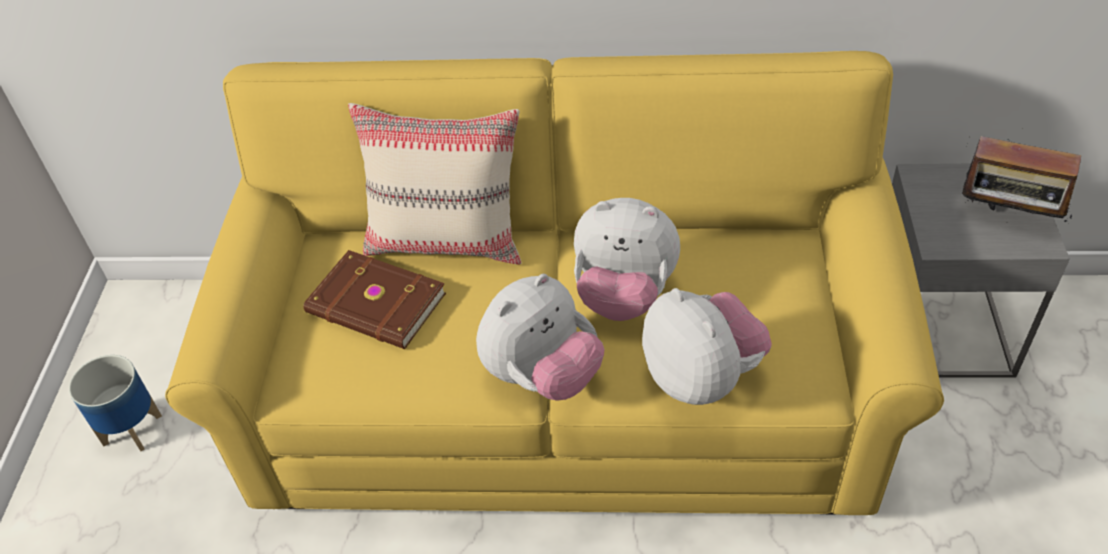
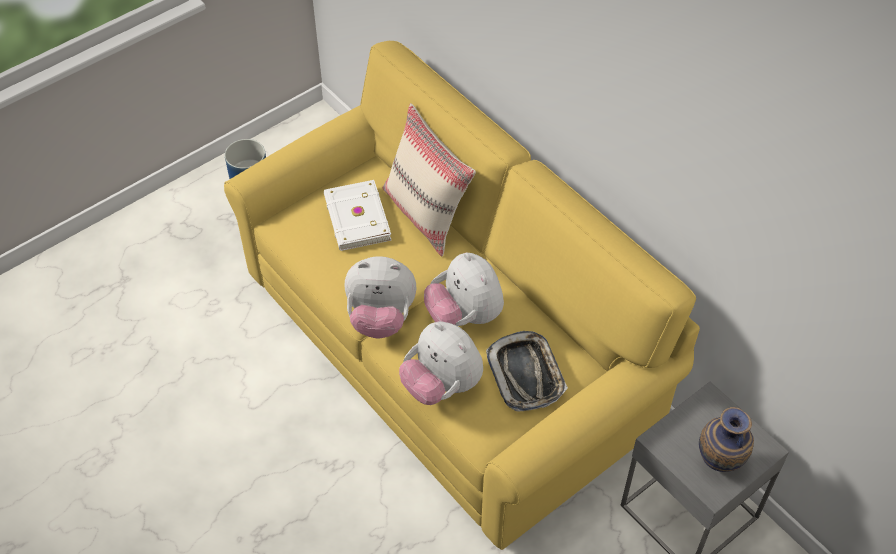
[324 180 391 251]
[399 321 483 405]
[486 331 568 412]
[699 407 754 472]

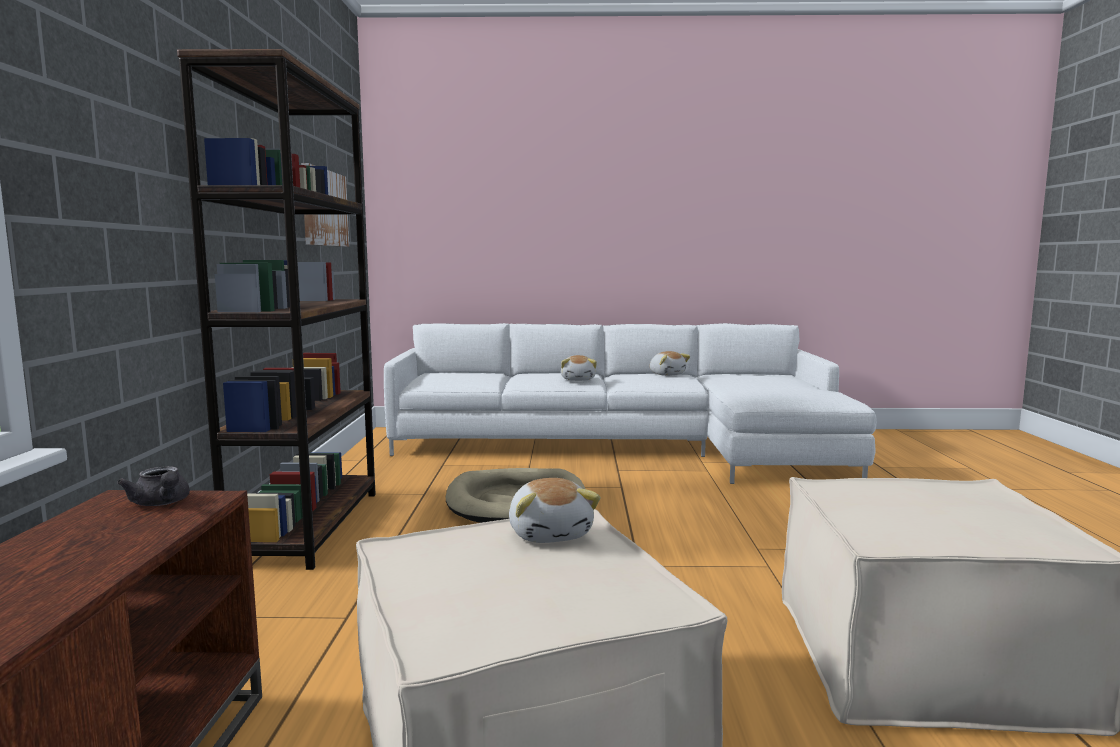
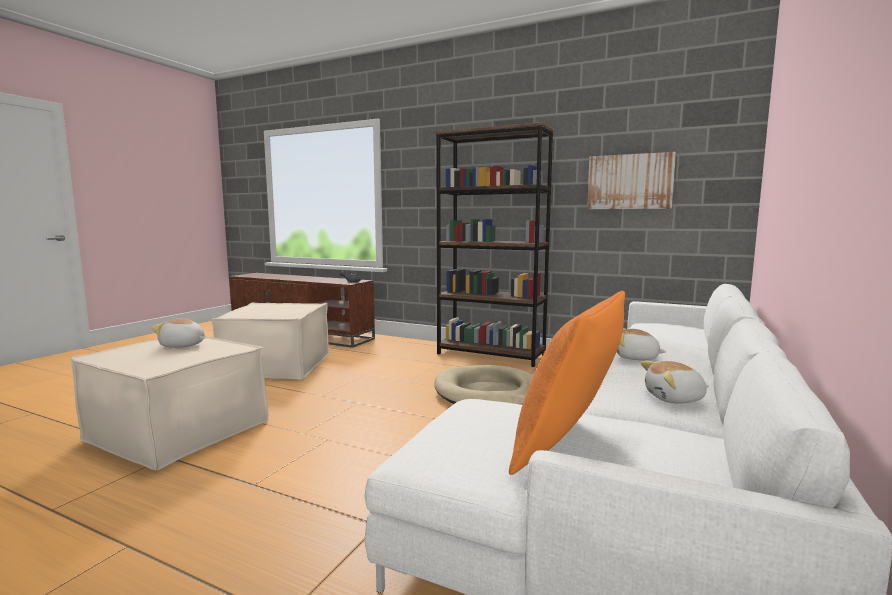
[151 319 205 348]
[509 291 625 475]

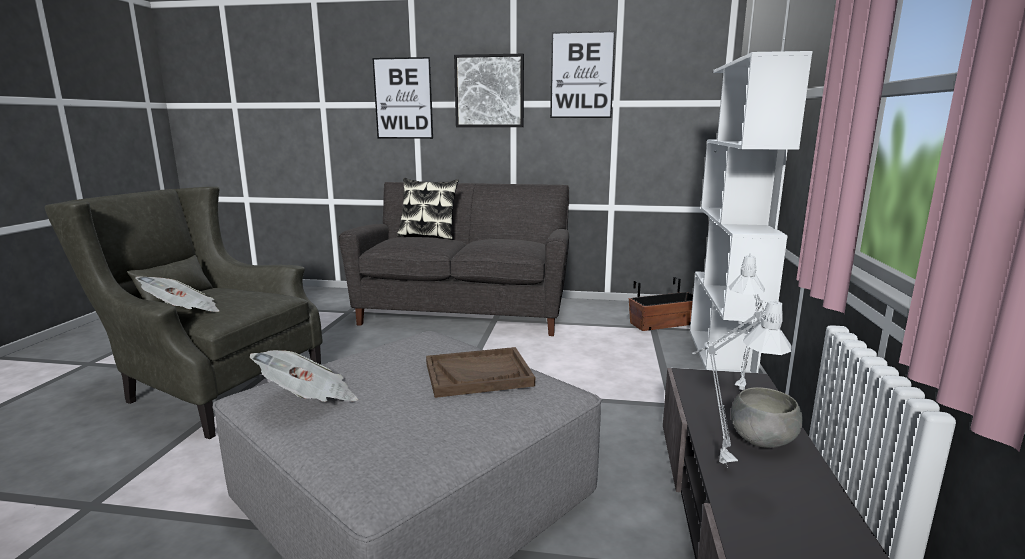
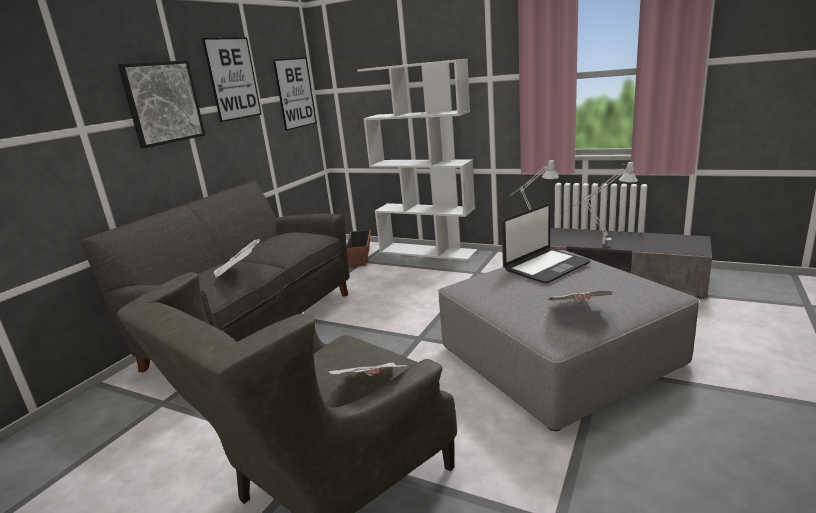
[214 239 260 278]
[273 58 316 131]
[502 203 591 284]
[397 178 459 240] (first image)
[731 387 803 448] (first image)

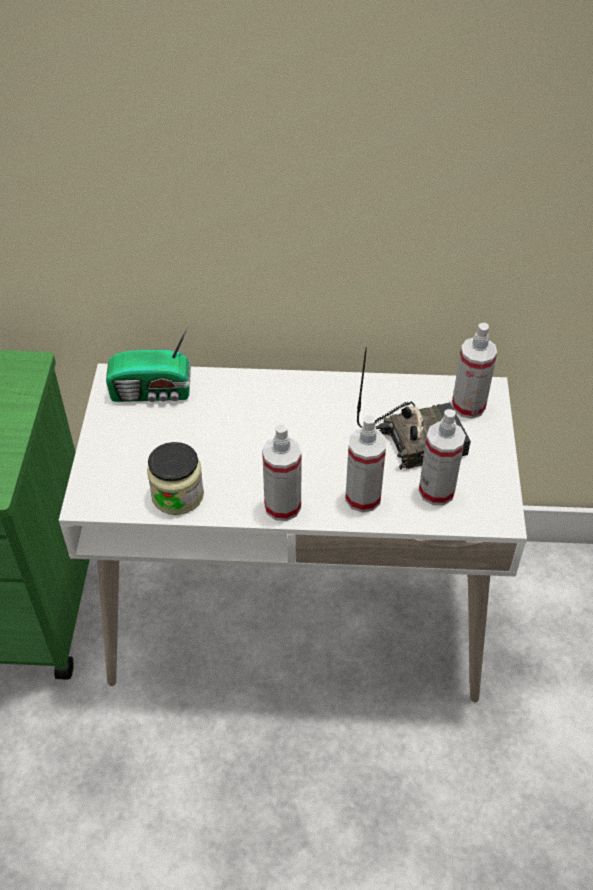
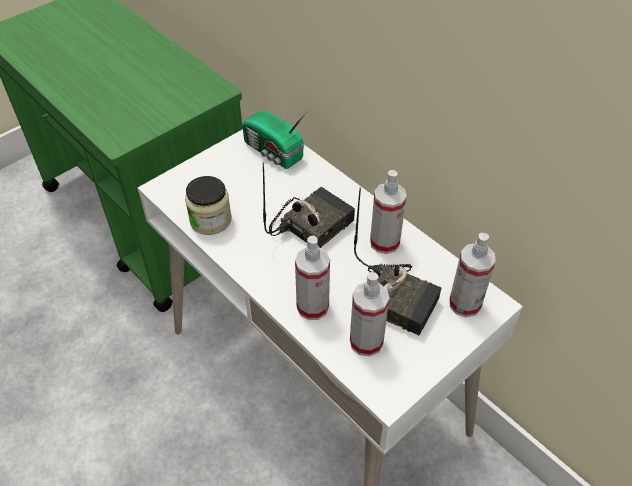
[263 163 355 248]
[370 170 407 254]

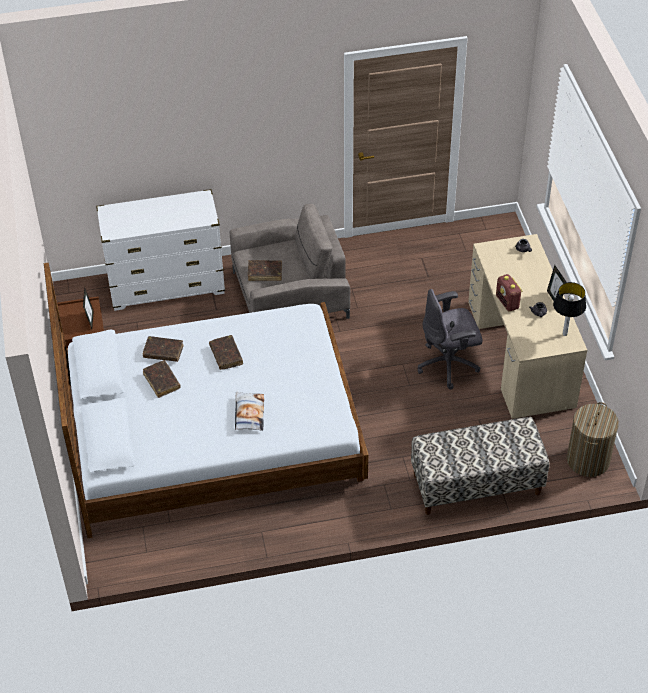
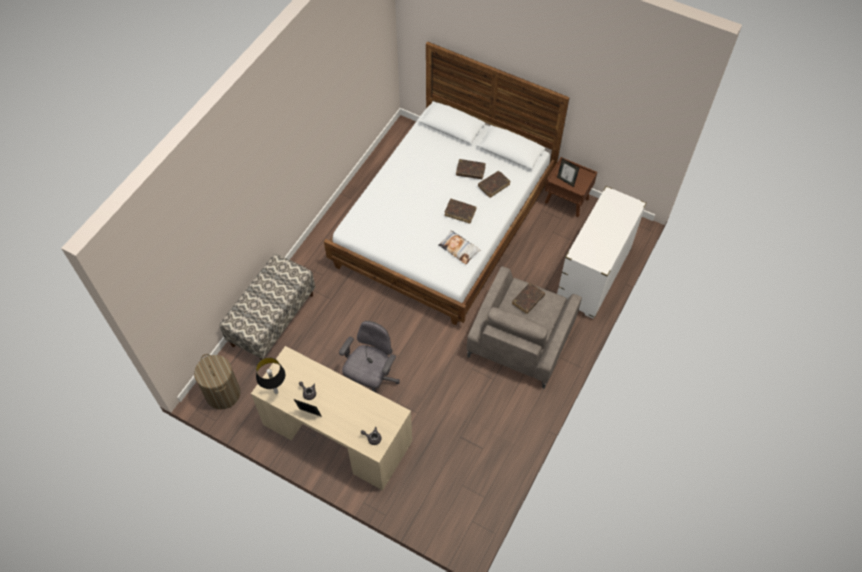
[438 230 480 264]
[496 274 523 311] (first image)

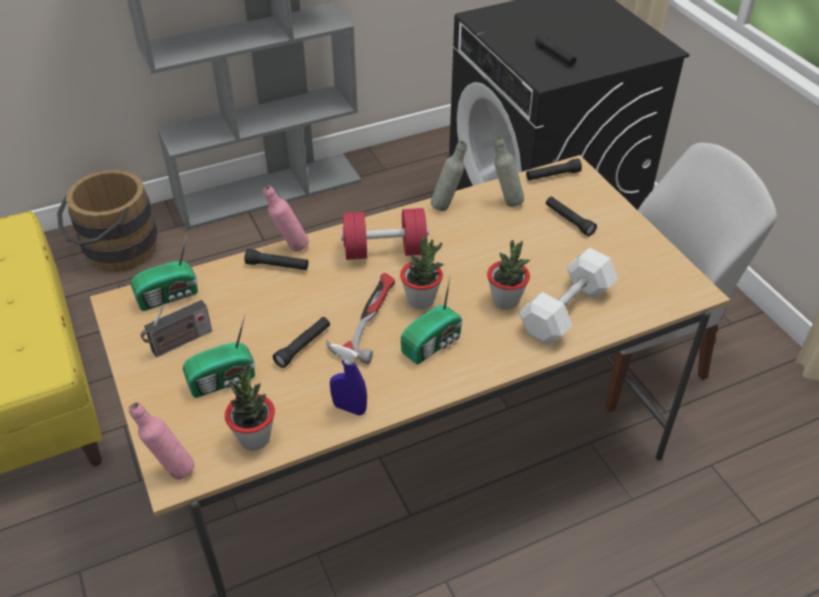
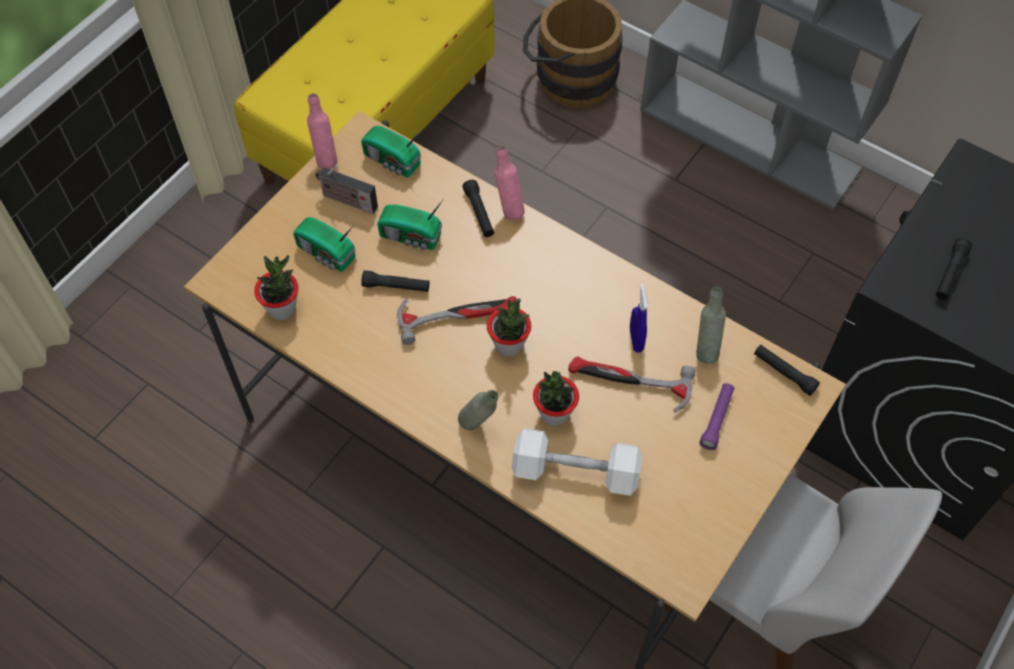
[307 93 337 169]
[377 199 444 250]
[458 390 498 430]
[568 356 696 413]
[630 284 648 353]
[699 383 734 450]
[341 208 429 260] (first image)

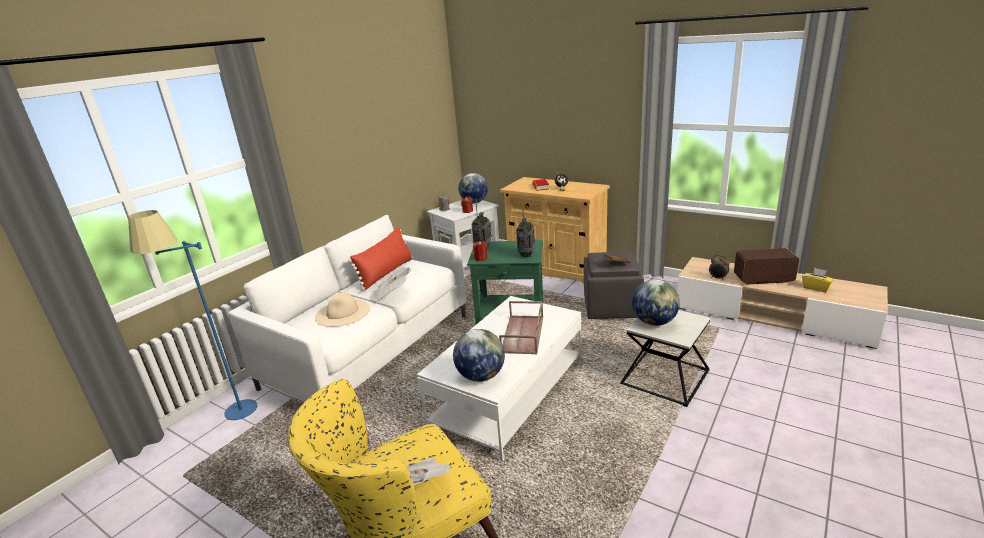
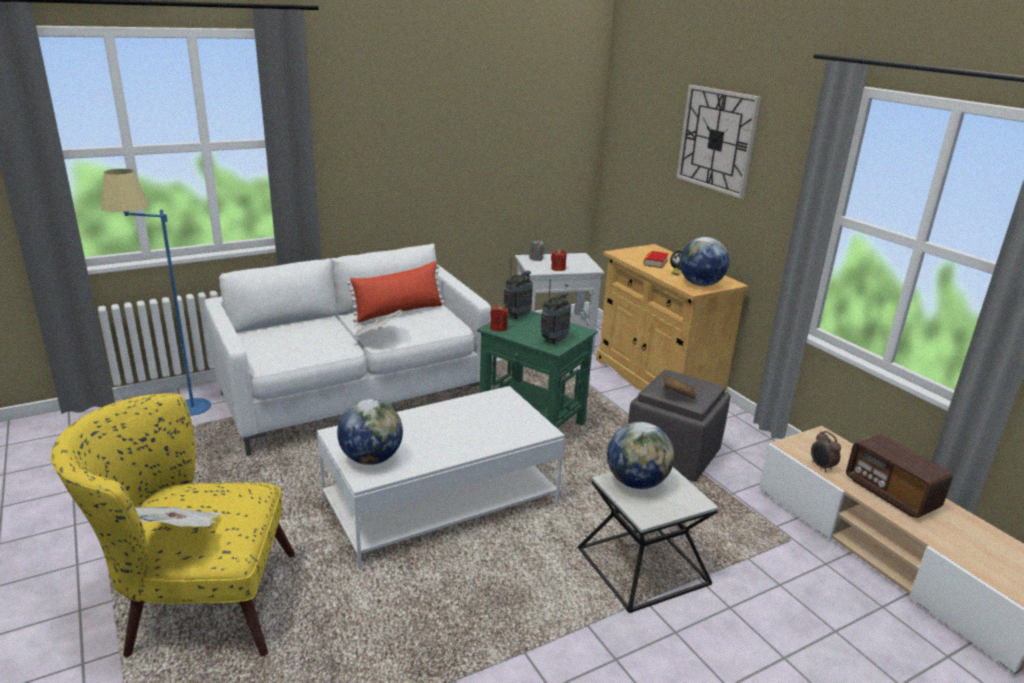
[676 85 761 199]
[679 237 729 286]
[846 434 953 518]
[315 292 370 327] (first image)
[499 301 543 355] (first image)
[802 268 834 292] (first image)

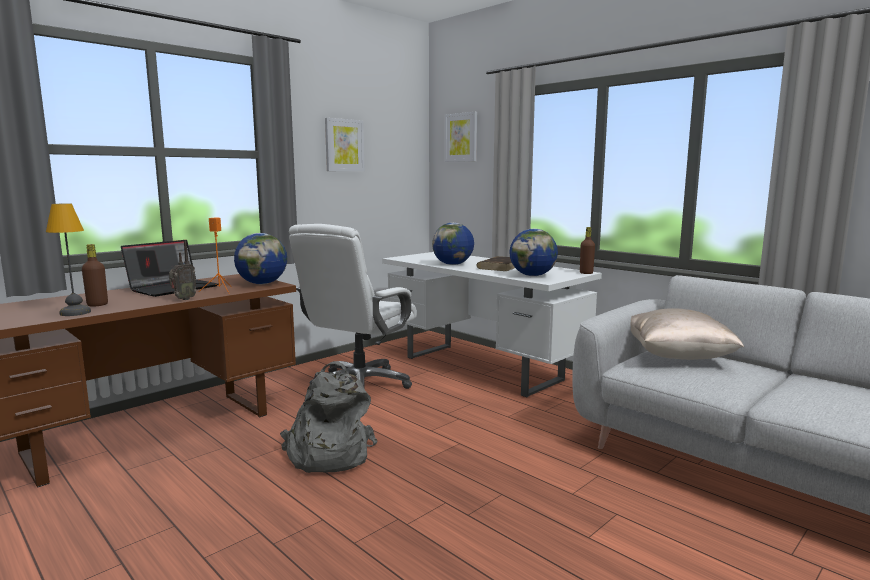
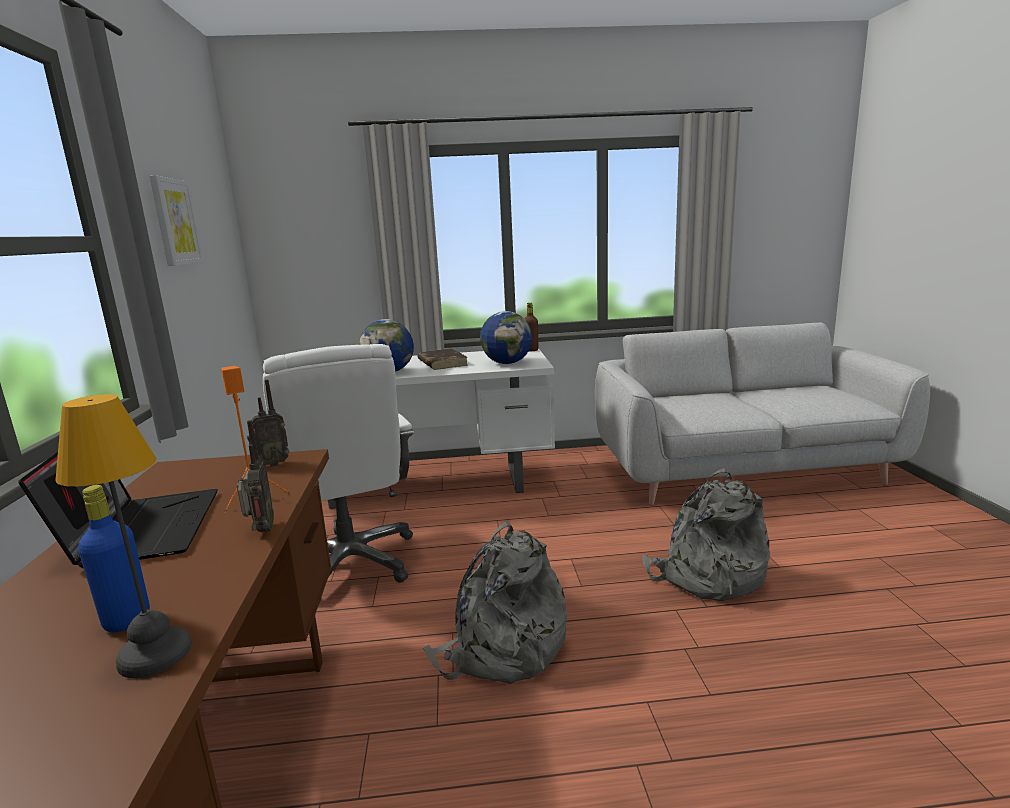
[78 485 150 632]
[247 379 289 467]
[642 468 770 601]
[445 112 477 162] (first image)
[631 309 744 360] (first image)

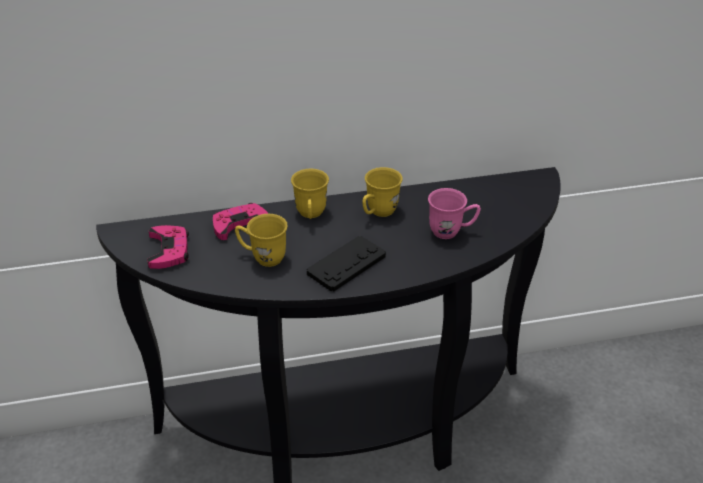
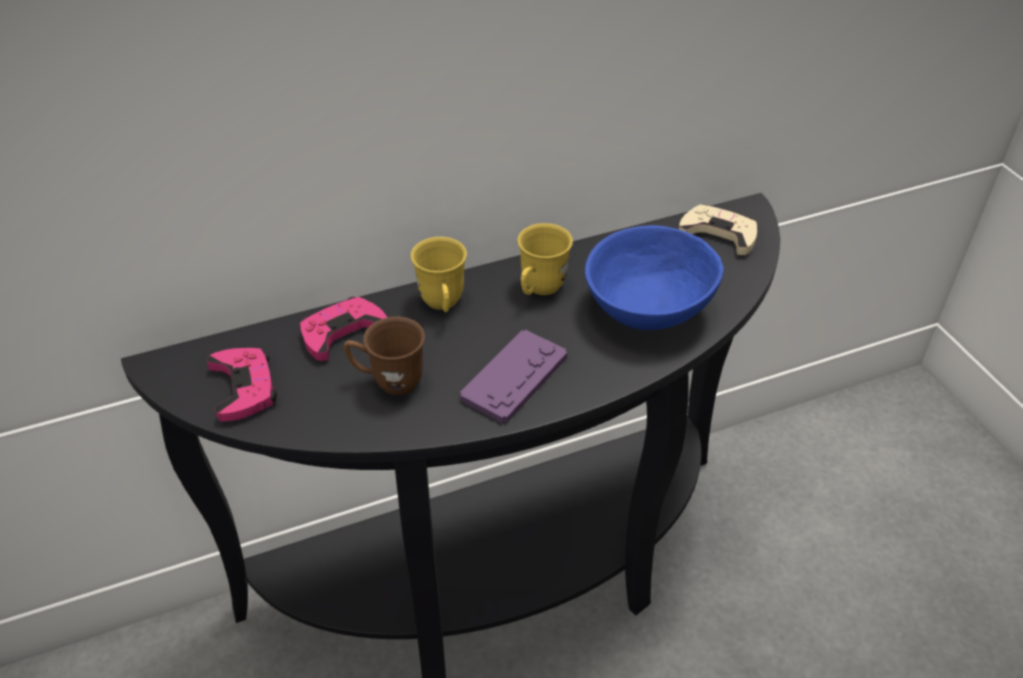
[344 317 425 395]
[460 330 567 423]
[585 225 724 330]
[679 204 757 255]

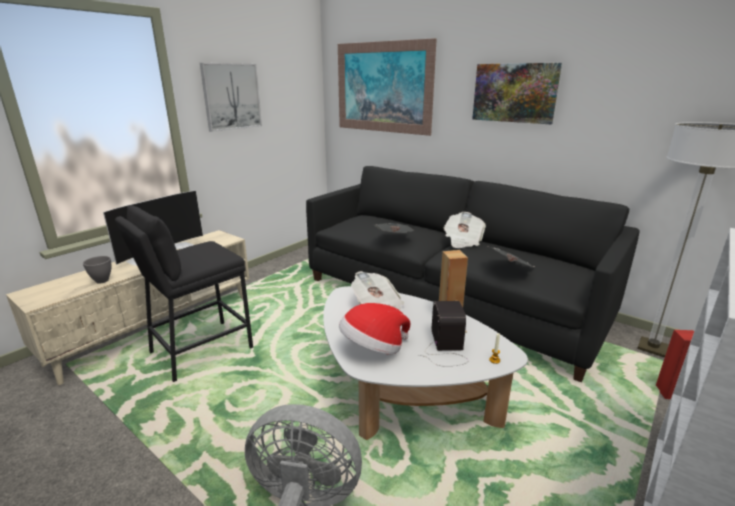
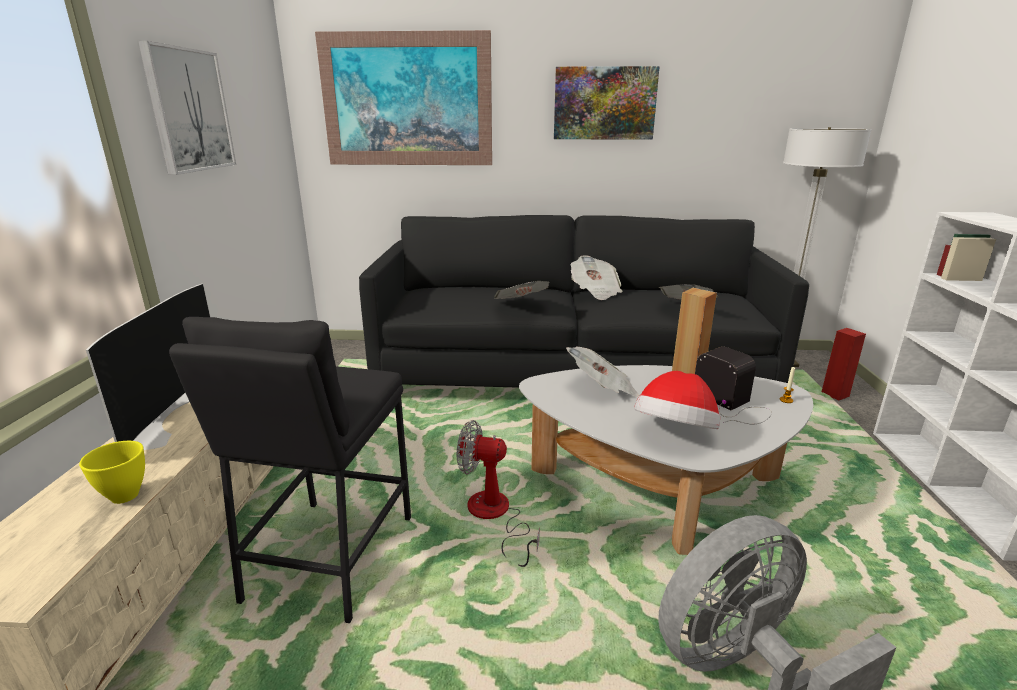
[79 441 145 504]
[457 420 540 567]

